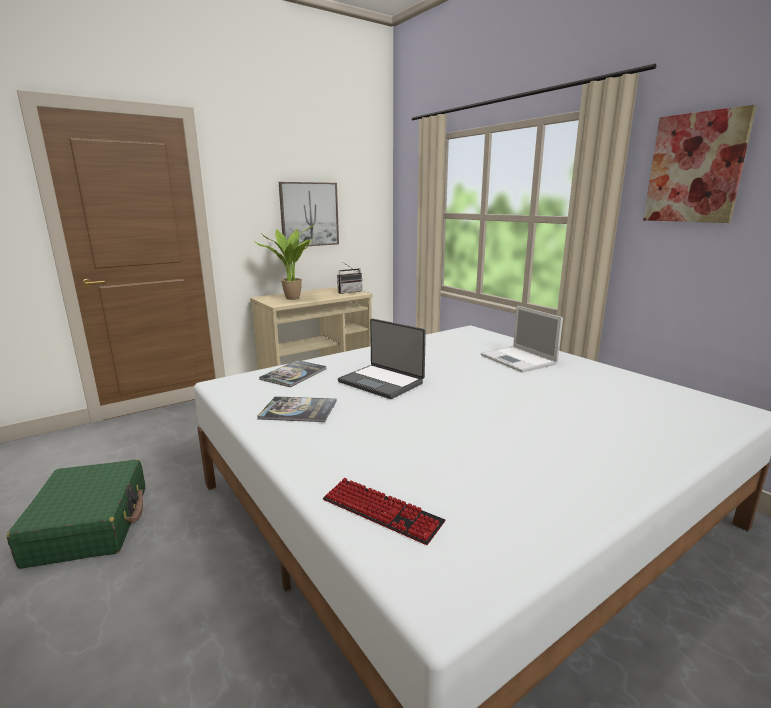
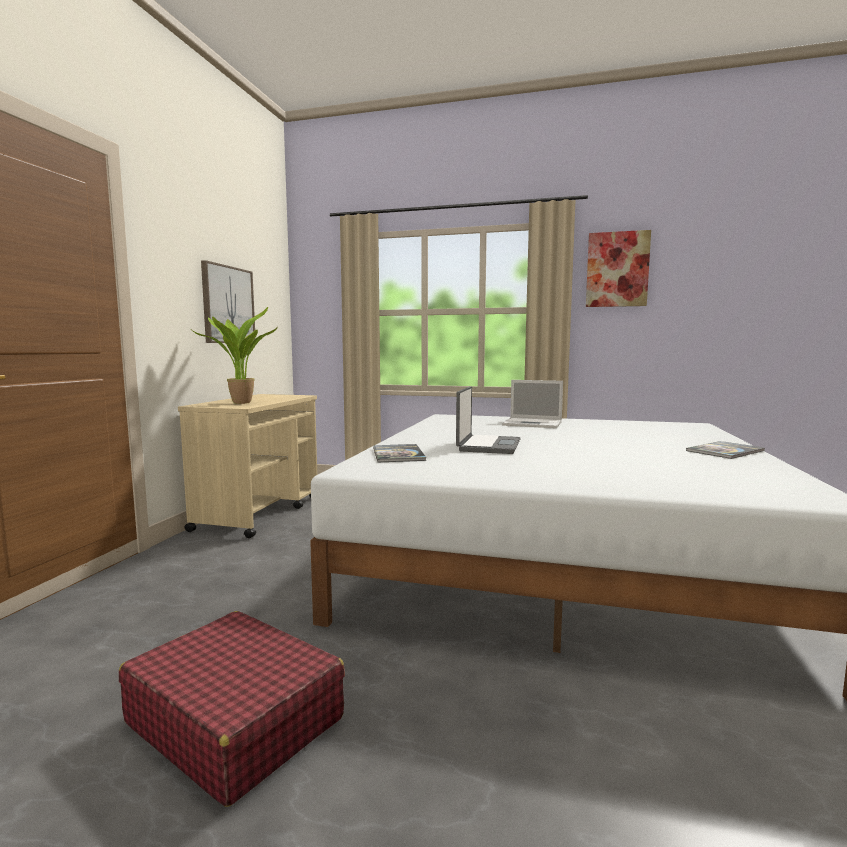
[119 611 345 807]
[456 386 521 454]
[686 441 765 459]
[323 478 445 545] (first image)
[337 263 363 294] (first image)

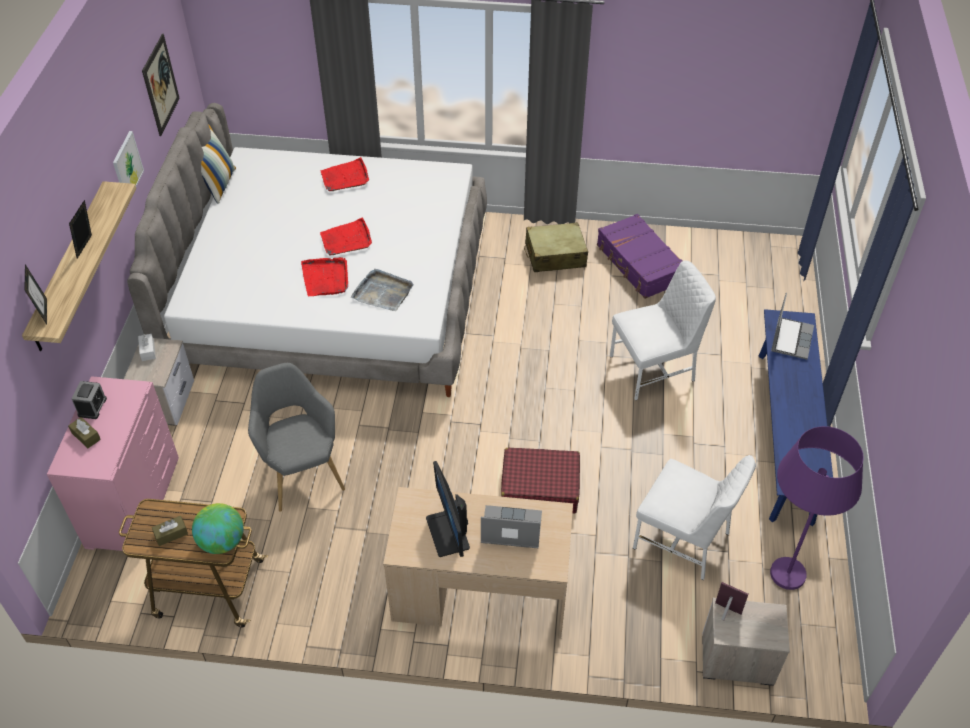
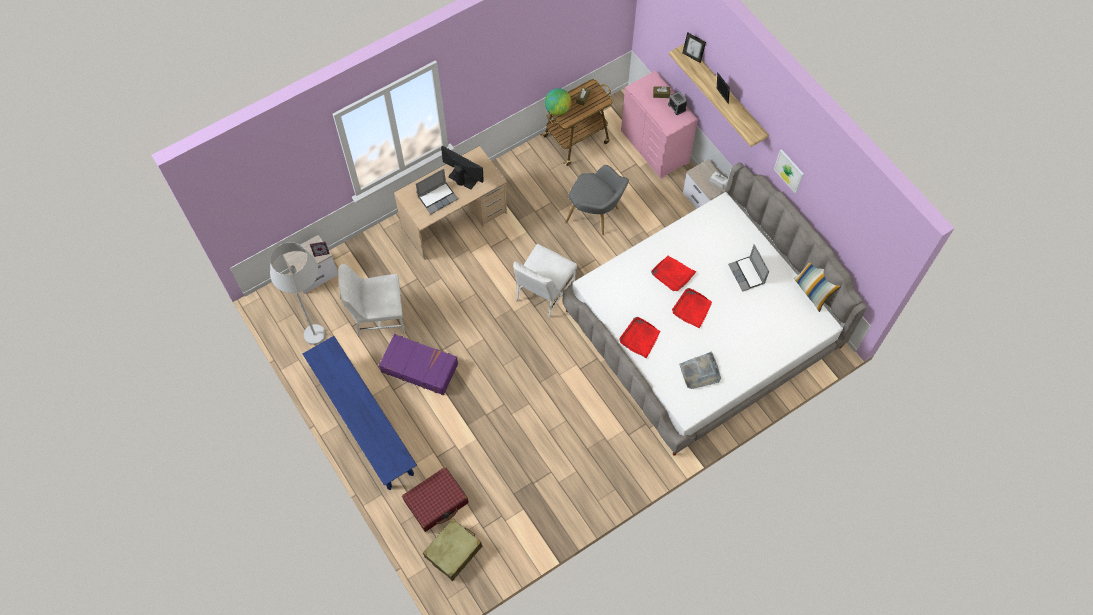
[270 242 326 345]
[379 334 458 396]
[402 467 469 532]
[423 519 482 581]
[513 244 577 319]
[619 317 661 358]
[679 352 721 389]
[728 244 769 292]
[142 34 180 136] (first image)

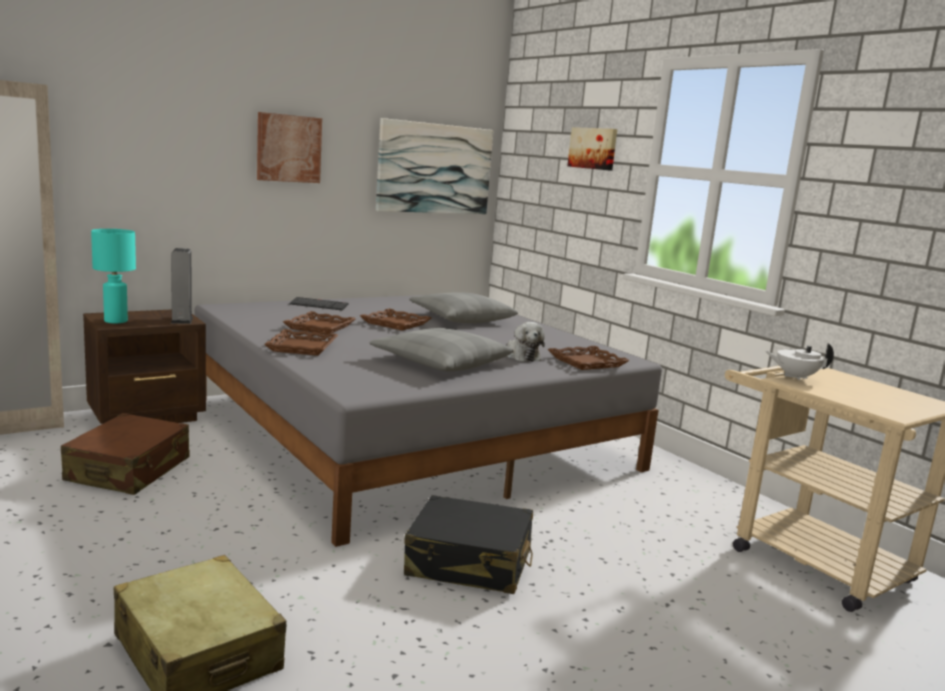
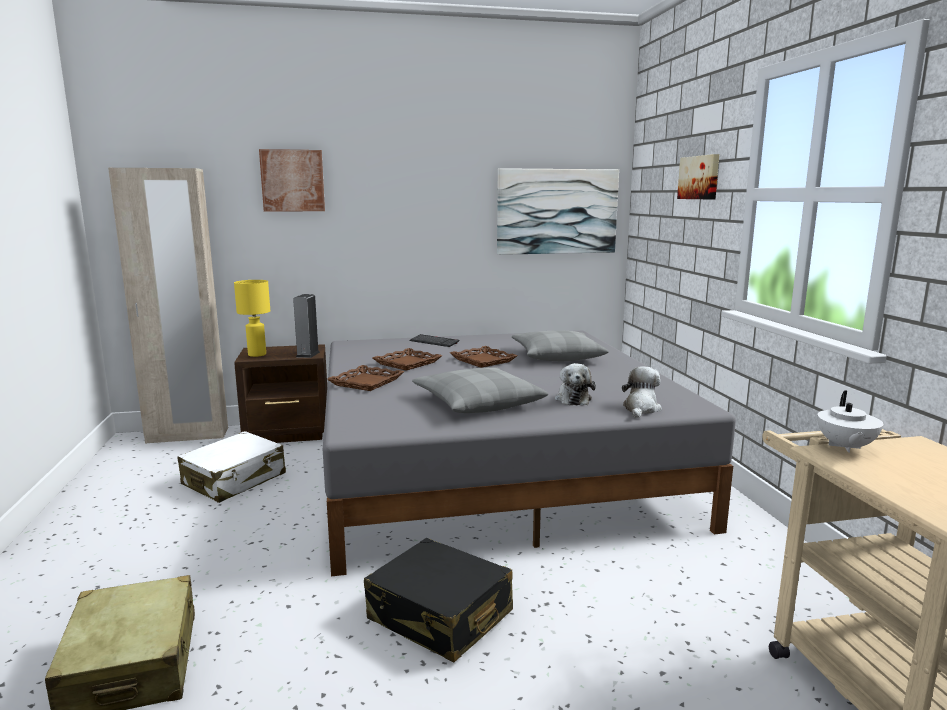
[177 431 286 503]
[234 280 270 357]
[259 149 325 212]
[622 366 662 418]
[817 390 883 453]

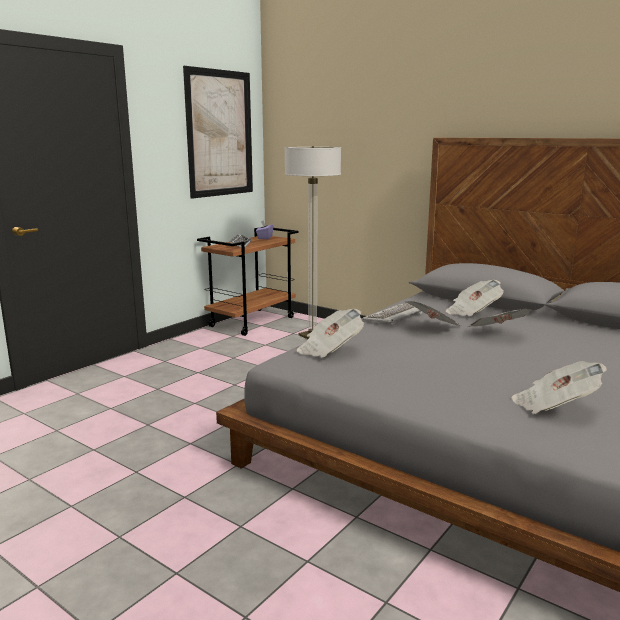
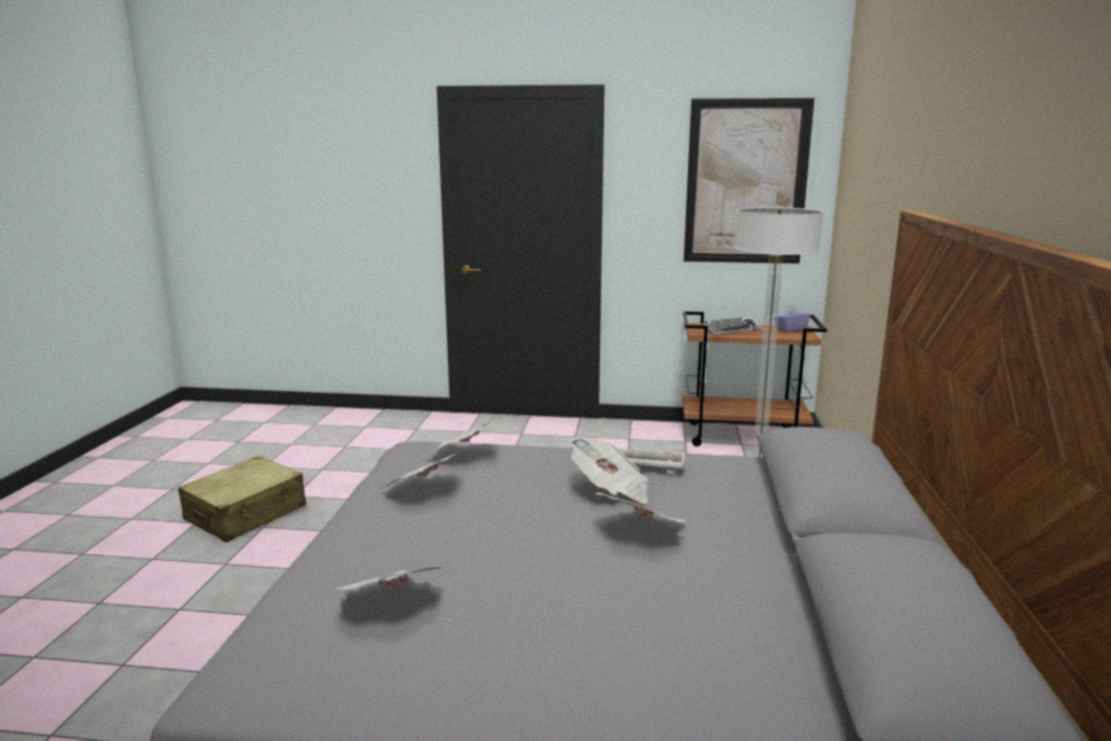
[178 456 306 542]
[379 450 464 489]

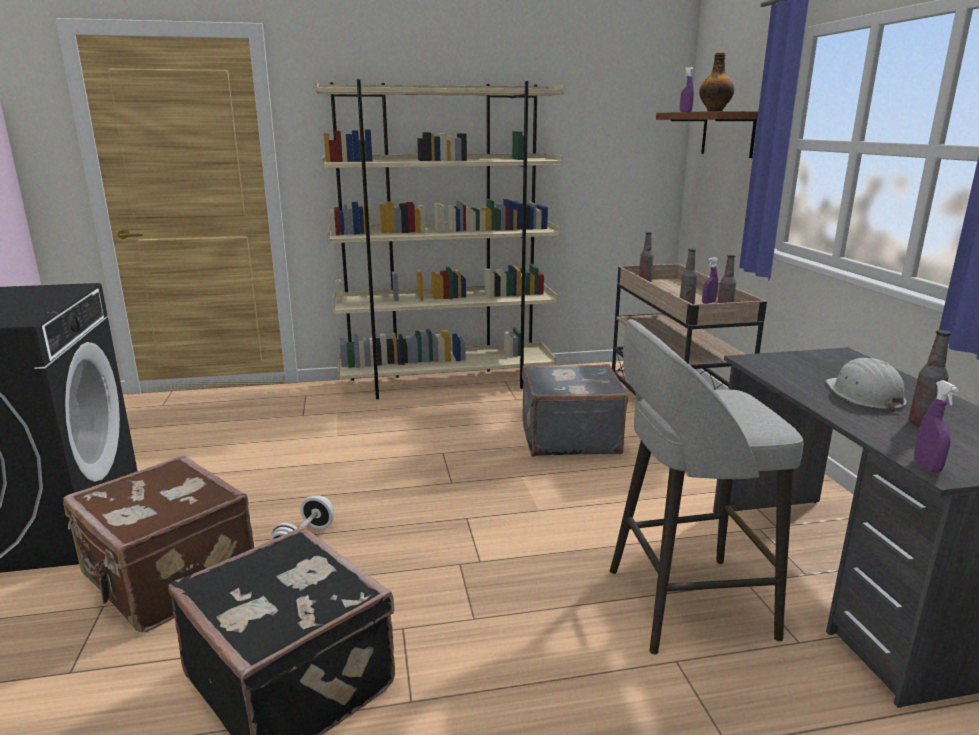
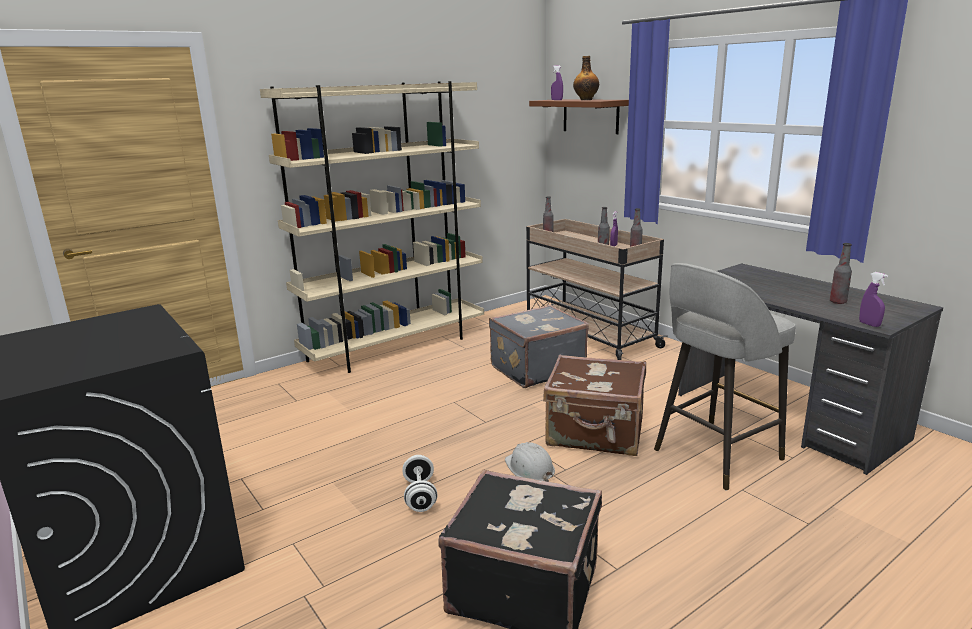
[505 442 555 482]
[543 355 646 456]

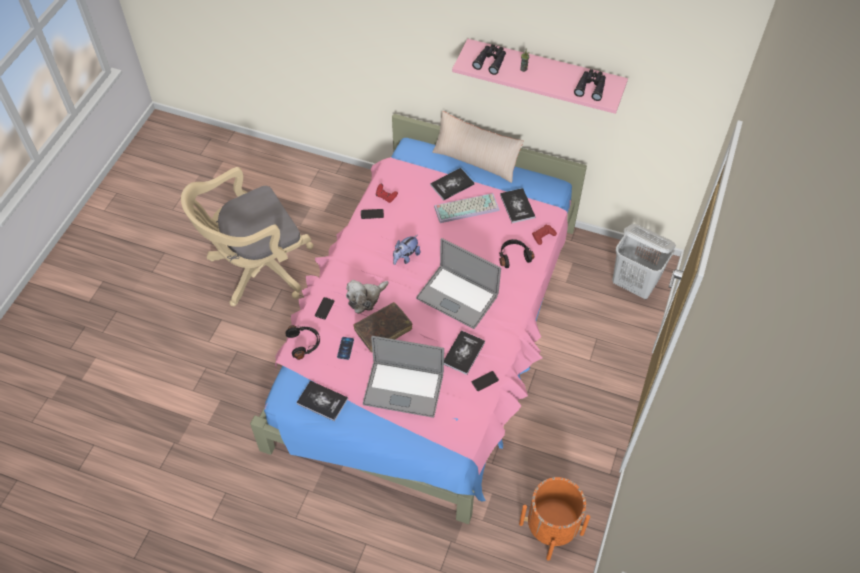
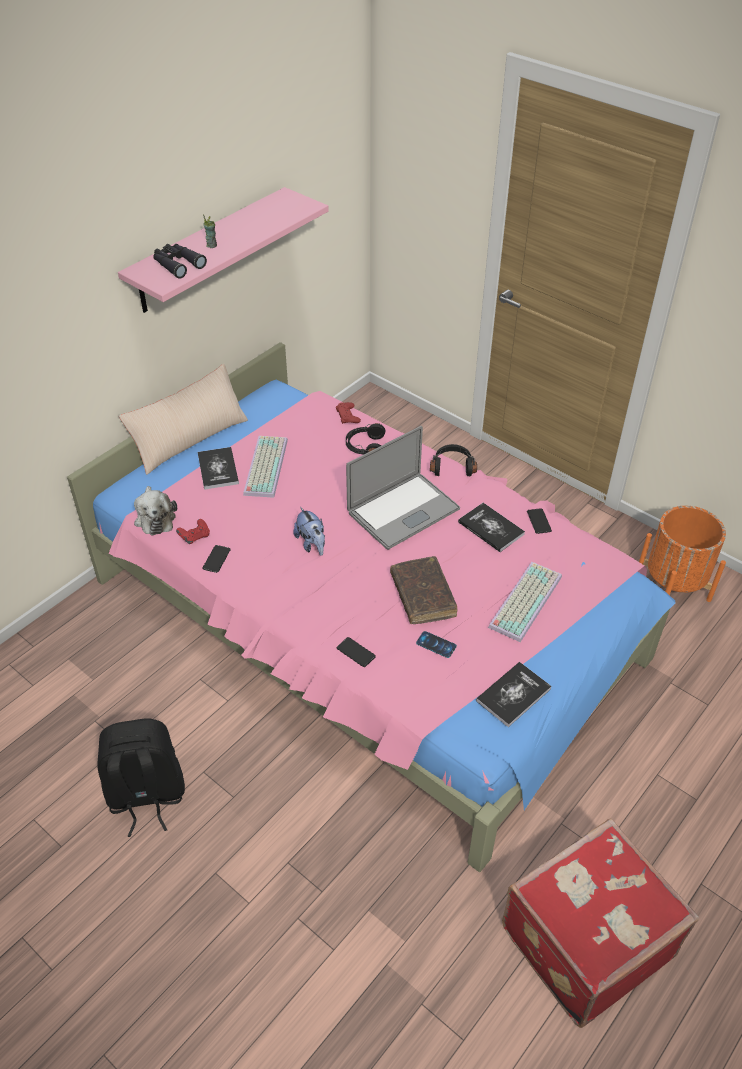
[97 718 185 837]
[134 486 177 536]
[430 444 477 476]
[488 562 562 642]
[502 818 699 1028]
[500 188 535 223] (first image)
[574 69 606 101] (first image)
[612 224 676 299] (first image)

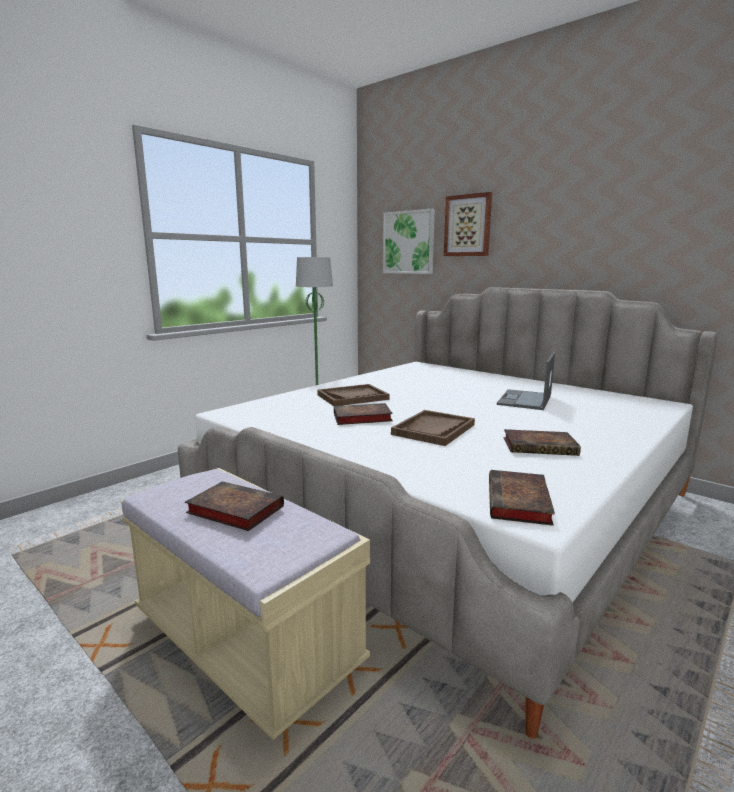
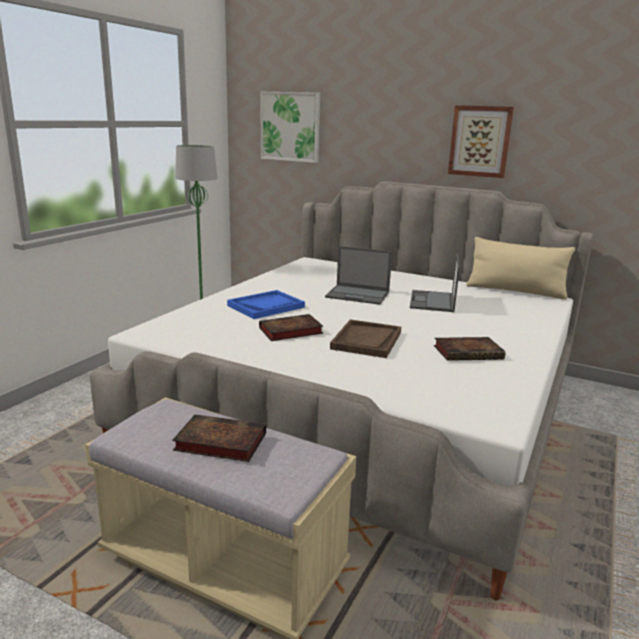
[227 290 305 319]
[325 246 392 305]
[448 105 514 178]
[466 237 575 300]
[489 470 555 526] (first image)

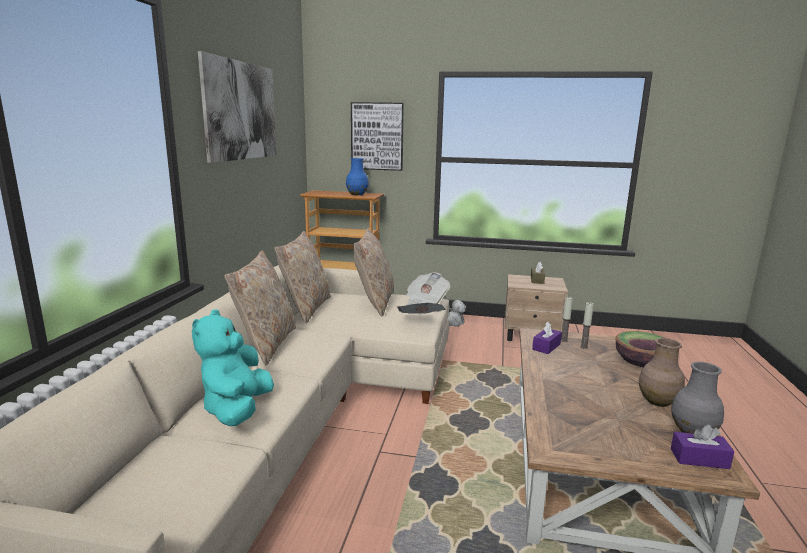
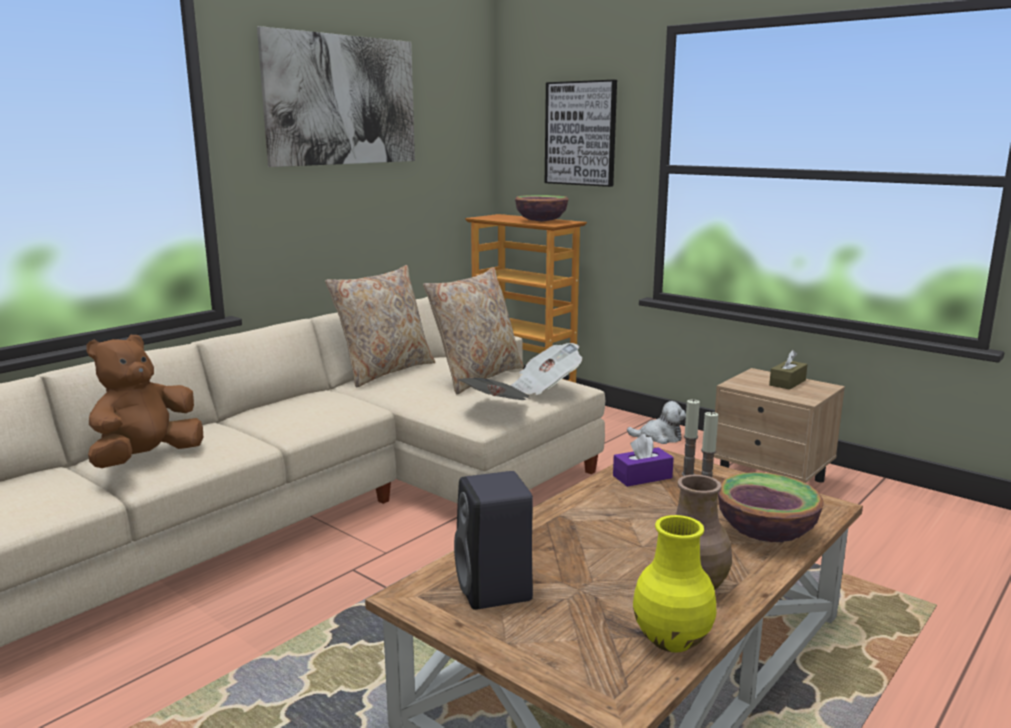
[86 335 204 468]
[454 471 533 610]
[515 195 568 222]
[633 515 716 652]
[224 250 296 365] (first image)
[671 424 735 469] (first image)

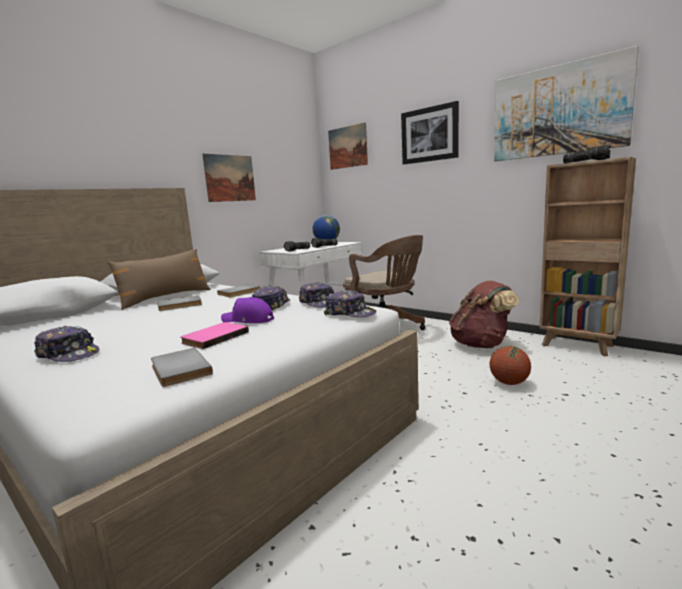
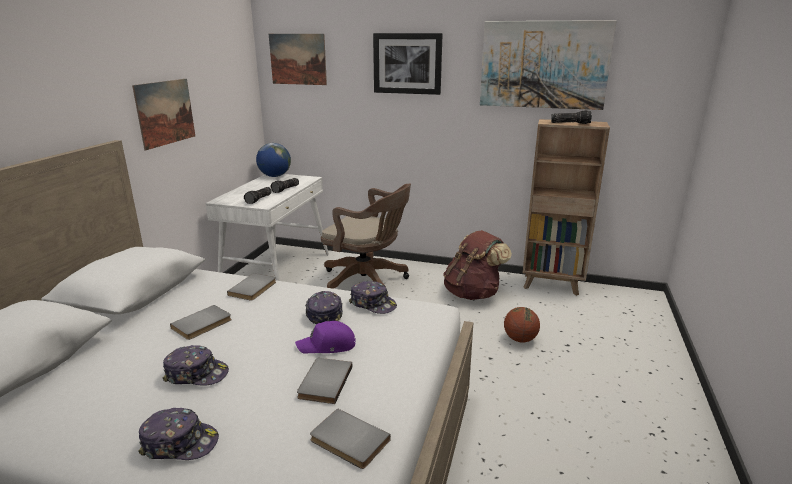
[163 345 229 386]
[297 358 352 404]
[107 249 211 310] (first image)

